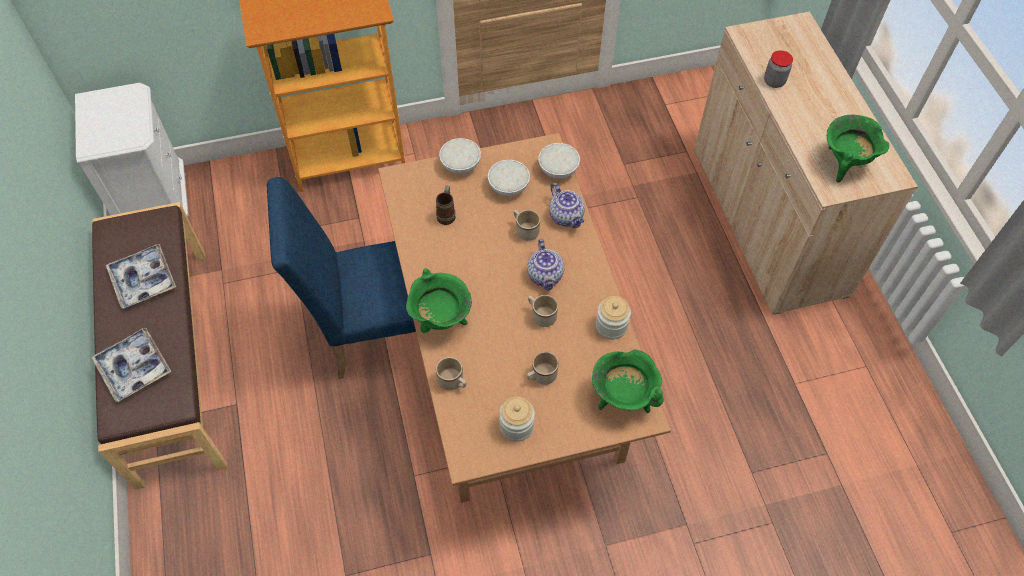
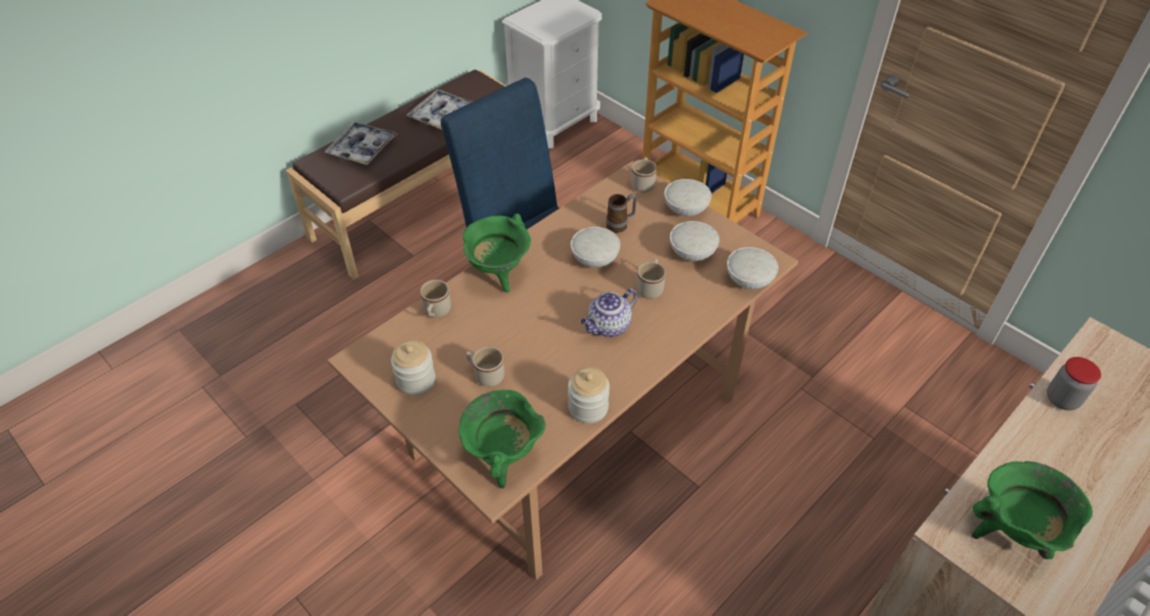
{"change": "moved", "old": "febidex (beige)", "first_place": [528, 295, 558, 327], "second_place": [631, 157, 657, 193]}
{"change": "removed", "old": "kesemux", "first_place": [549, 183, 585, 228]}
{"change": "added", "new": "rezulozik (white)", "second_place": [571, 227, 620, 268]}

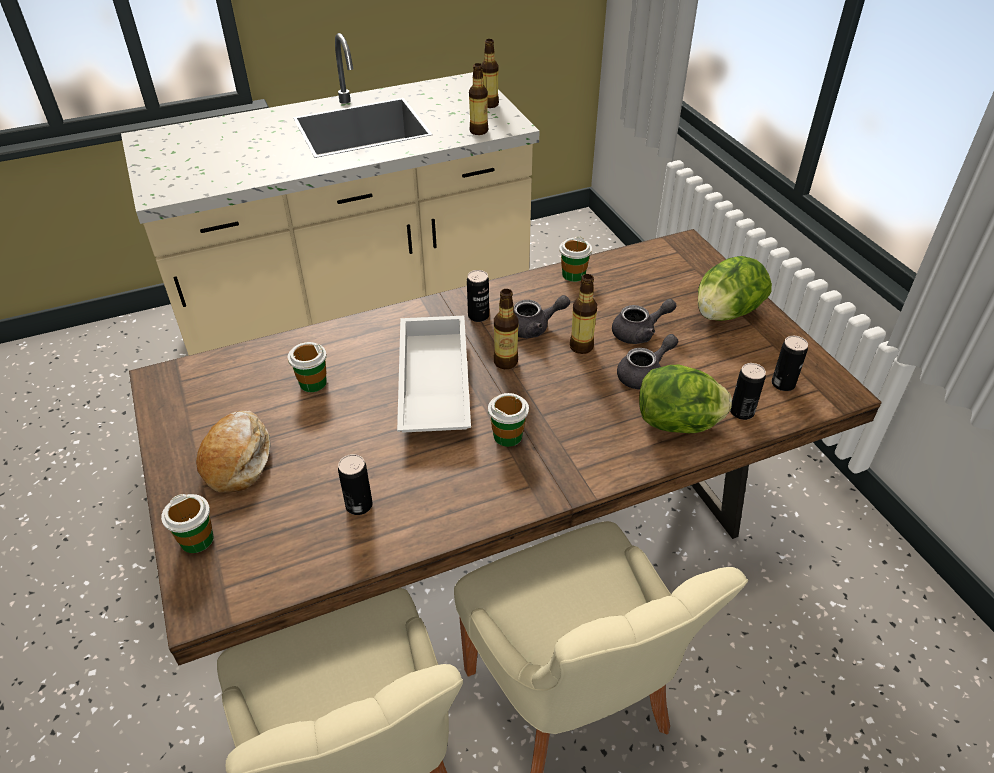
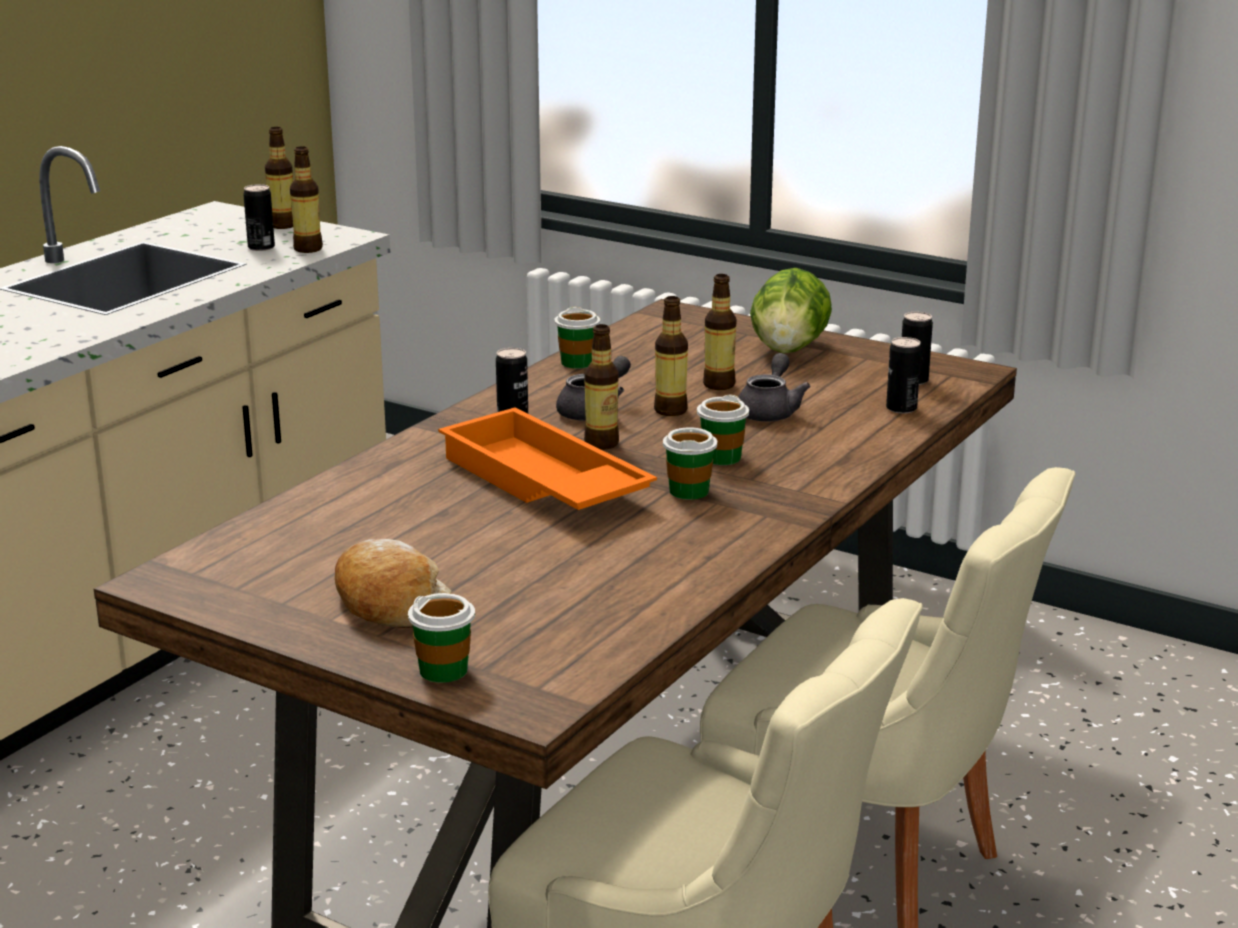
{"change": "moved", "old": "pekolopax", "first_place": [288, 342, 327, 392], "second_place": [697, 395, 749, 465]}
{"change": "moved", "old": "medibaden", "first_place": [338, 454, 373, 515], "second_place": [243, 184, 275, 251]}
{"change": "recoloured", "old": "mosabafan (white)", "new": "mosabafan (orange)", "first_place": [397, 316, 471, 433], "second_place": [438, 408, 657, 510]}
{"change": "replaced", "old": "kesemux (grey)", "new": "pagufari", "first_place": [612, 299, 676, 344], "second_place": [703, 274, 736, 390]}
{"change": "removed", "old": "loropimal", "first_place": [639, 364, 732, 433]}

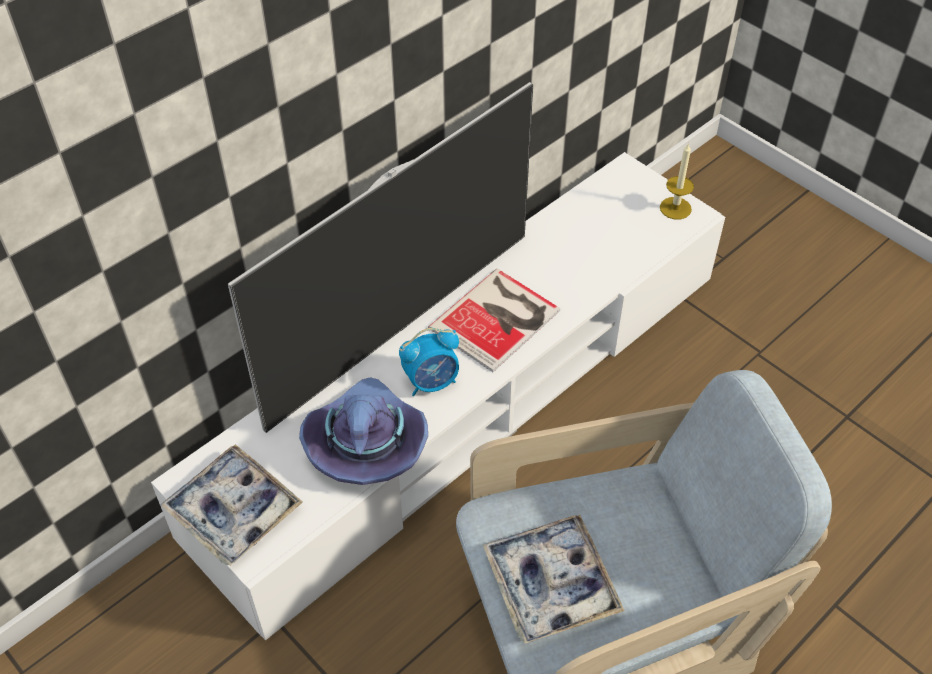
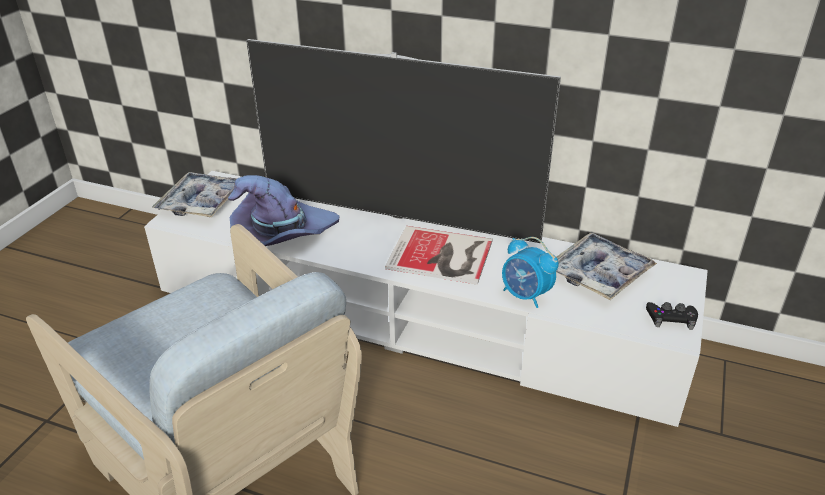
{"change": "moved", "old": "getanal", "first_place": [399, 328, 459, 396], "second_place": [502, 237, 559, 308]}
{"change": "moved", "old": "mosabafan", "first_place": [483, 515, 625, 644], "second_place": [556, 232, 657, 300]}
{"change": "replaced", "old": "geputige", "new": "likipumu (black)", "first_place": [660, 143, 694, 219], "second_place": [646, 302, 698, 330]}

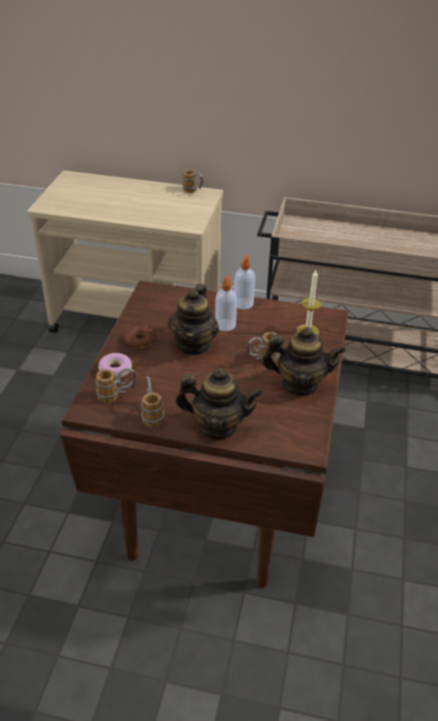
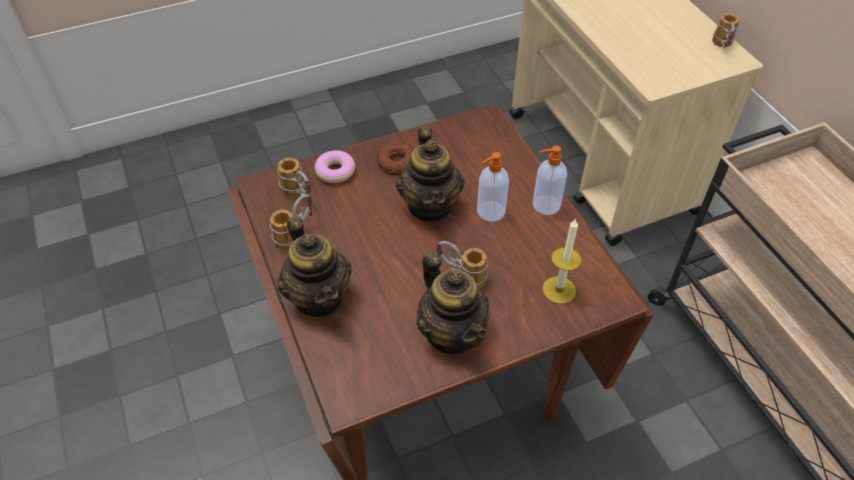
{"change": "turned", "old": "kesemux", "first_place": [168, 284, 219, 356], "second_place": [396, 126, 465, 222], "degrees": -75}

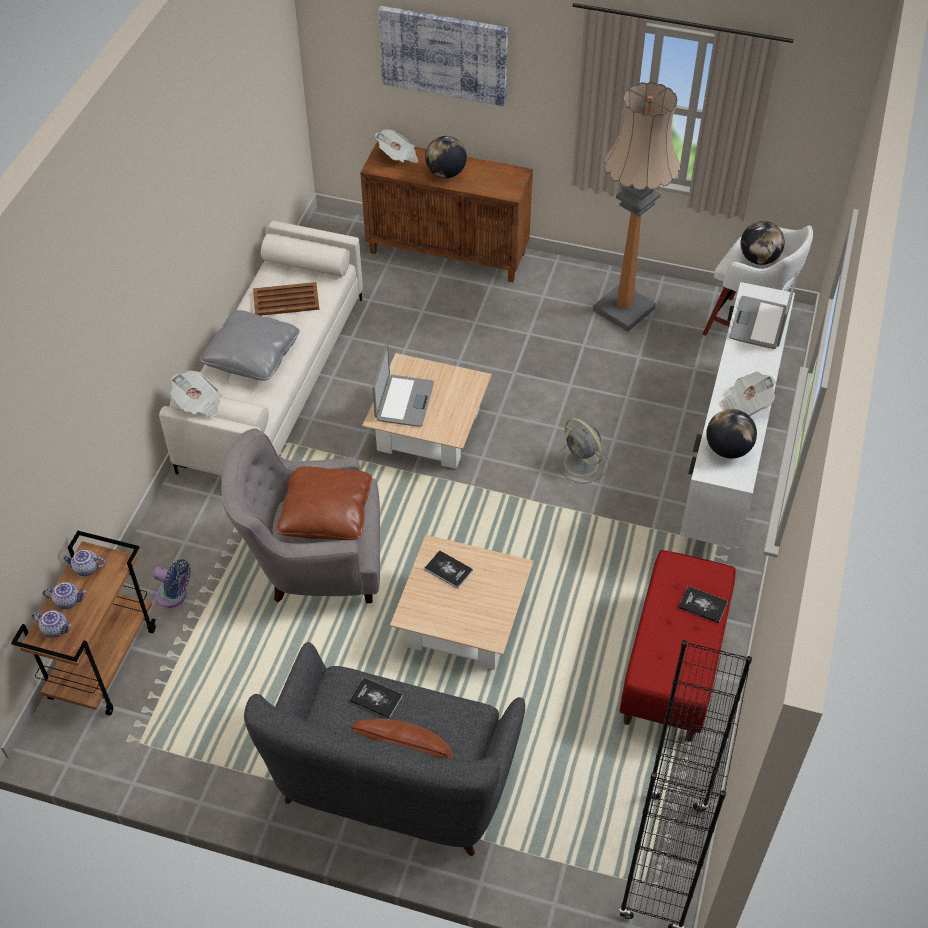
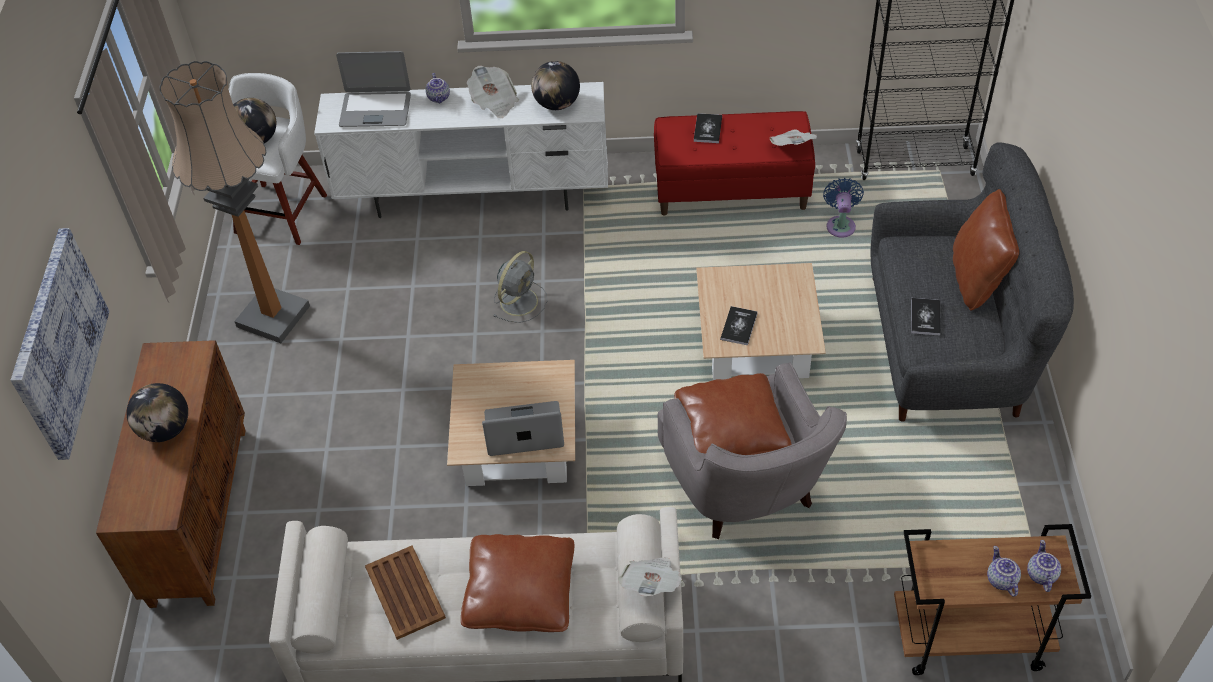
{"change": "moved", "old": "kesemux", "first_place": [61, 550, 106, 576], "second_place": [425, 73, 450, 103]}
{"change": "moved", "old": "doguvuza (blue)", "first_place": [153, 559, 191, 608], "second_place": [823, 178, 864, 237]}
{"change": "recoloured", "old": "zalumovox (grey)", "new": "zalumovox (brown)", "first_place": [200, 310, 300, 381], "second_place": [461, 534, 574, 632]}
{"change": "moved", "old": "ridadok", "first_place": [375, 129, 418, 163], "second_place": [770, 129, 817, 146]}

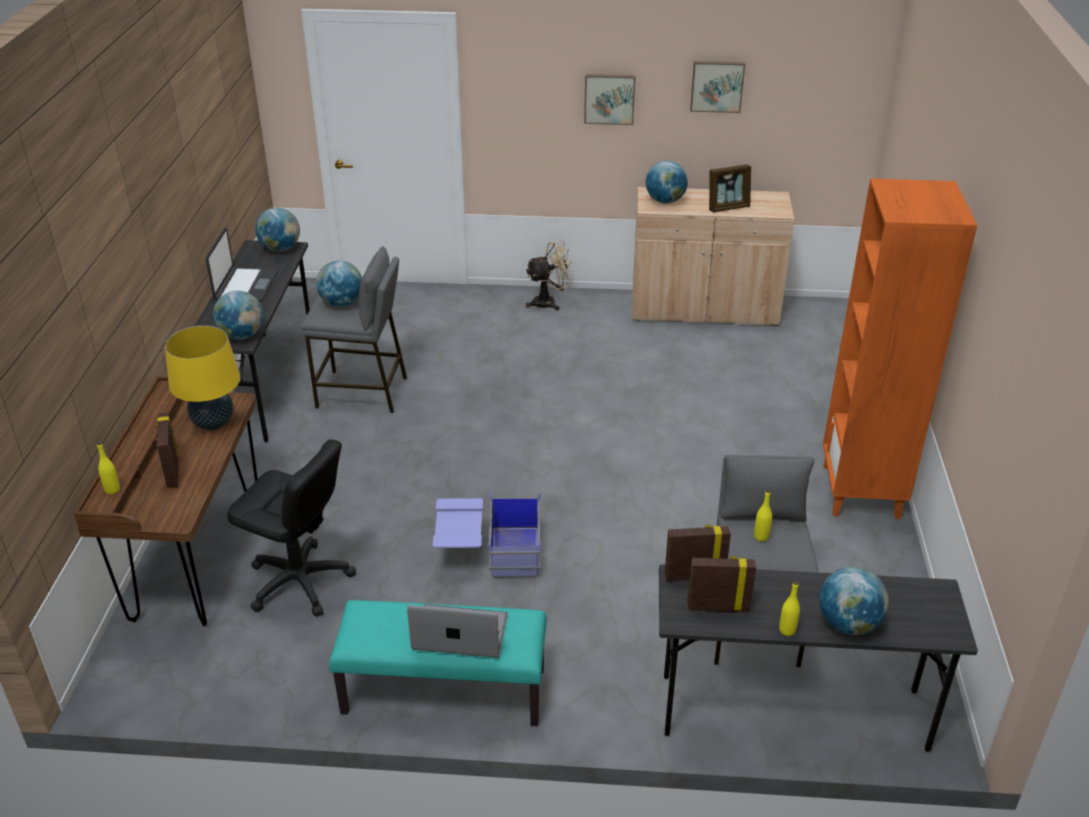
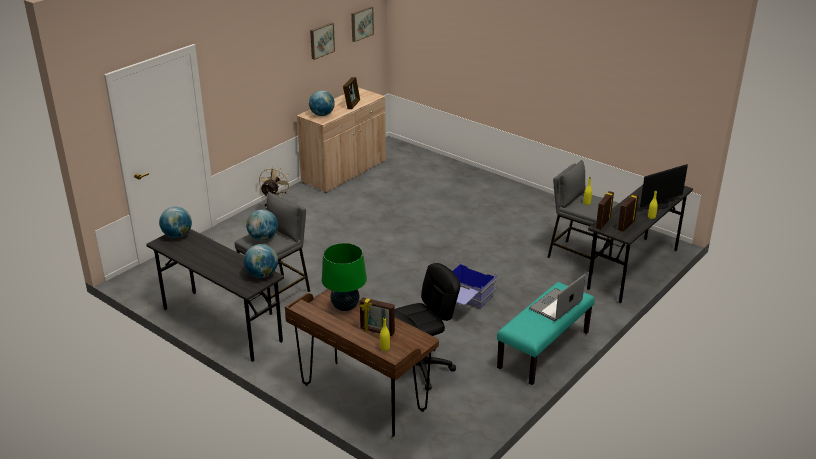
{"change": "recoloured", "old": "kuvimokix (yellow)", "new": "kuvimokix (green)", "first_place": [165, 325, 240, 430], "second_place": [322, 243, 367, 311]}
{"change": "removed", "old": "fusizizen", "first_place": [205, 228, 278, 302]}
{"change": "moved", "old": "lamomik", "first_place": [584, 74, 636, 125], "second_place": [351, 6, 374, 42]}
{"change": "replaced", "old": "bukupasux", "new": "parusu", "first_place": [819, 567, 889, 635], "second_place": [640, 164, 688, 209]}
{"change": "removed", "old": "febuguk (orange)", "first_place": [823, 178, 977, 519]}

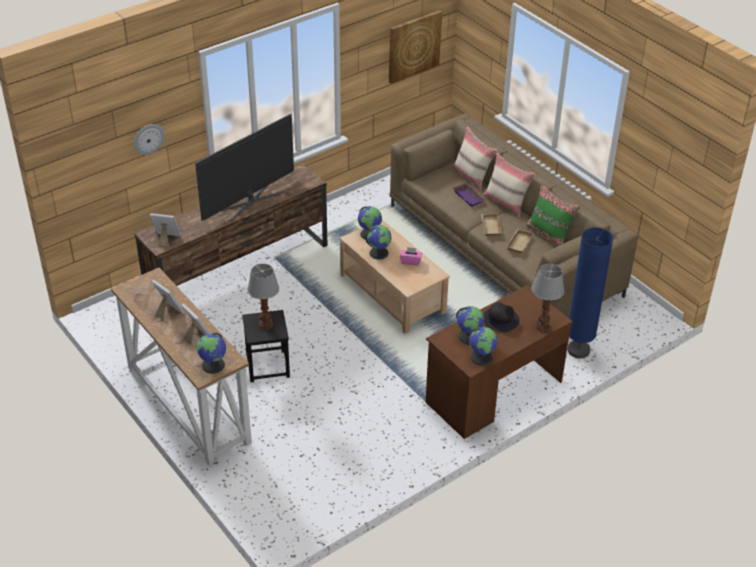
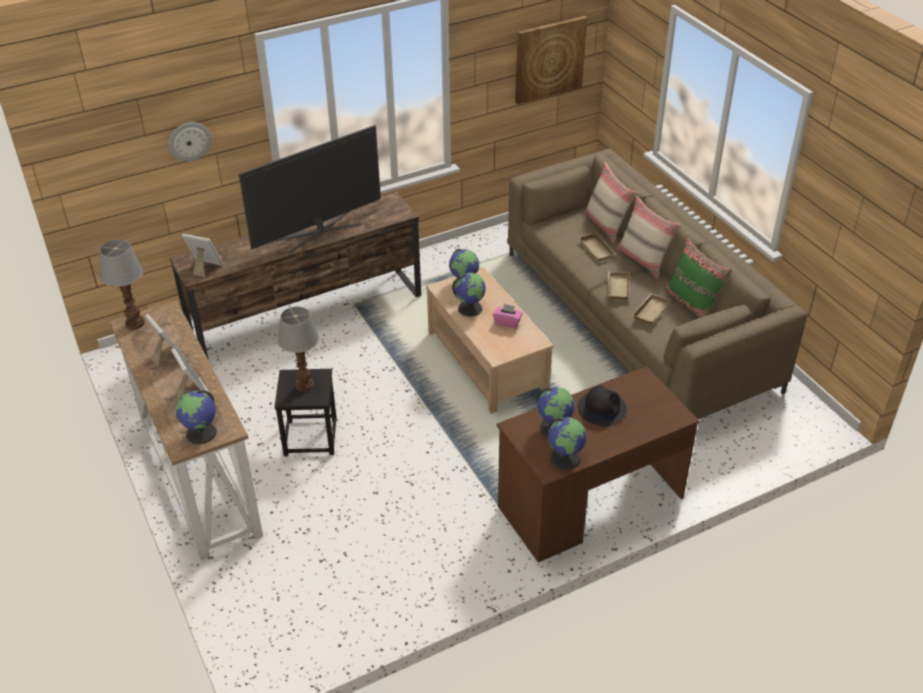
{"change": "recoloured", "old": "mosabafan (purple)", "new": "mosabafan (beige)", "first_place": [453, 183, 485, 207], "second_place": [579, 232, 616, 262]}
{"change": "moved", "old": "kuvimokix", "first_place": [532, 264, 565, 332], "second_place": [99, 239, 145, 330]}
{"change": "removed", "old": "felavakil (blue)", "first_place": [568, 227, 613, 358]}

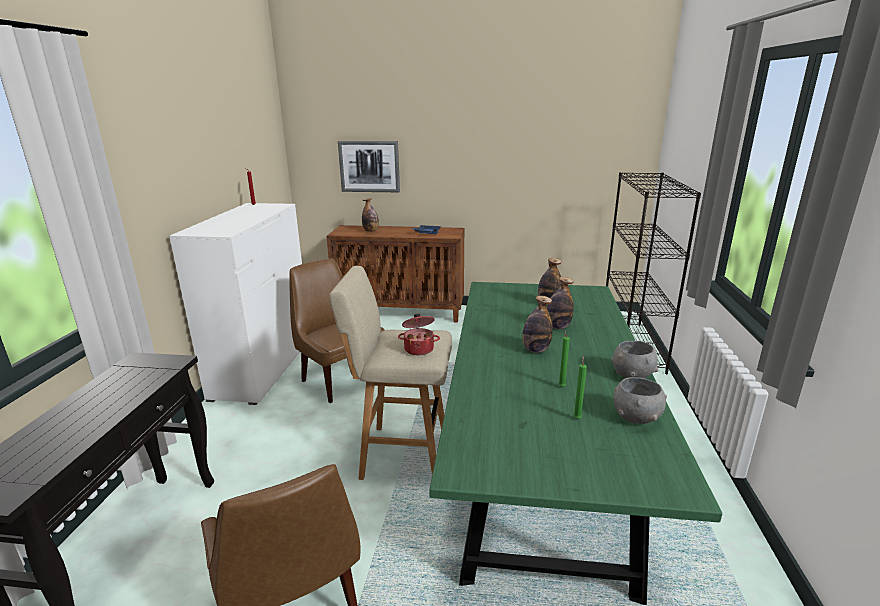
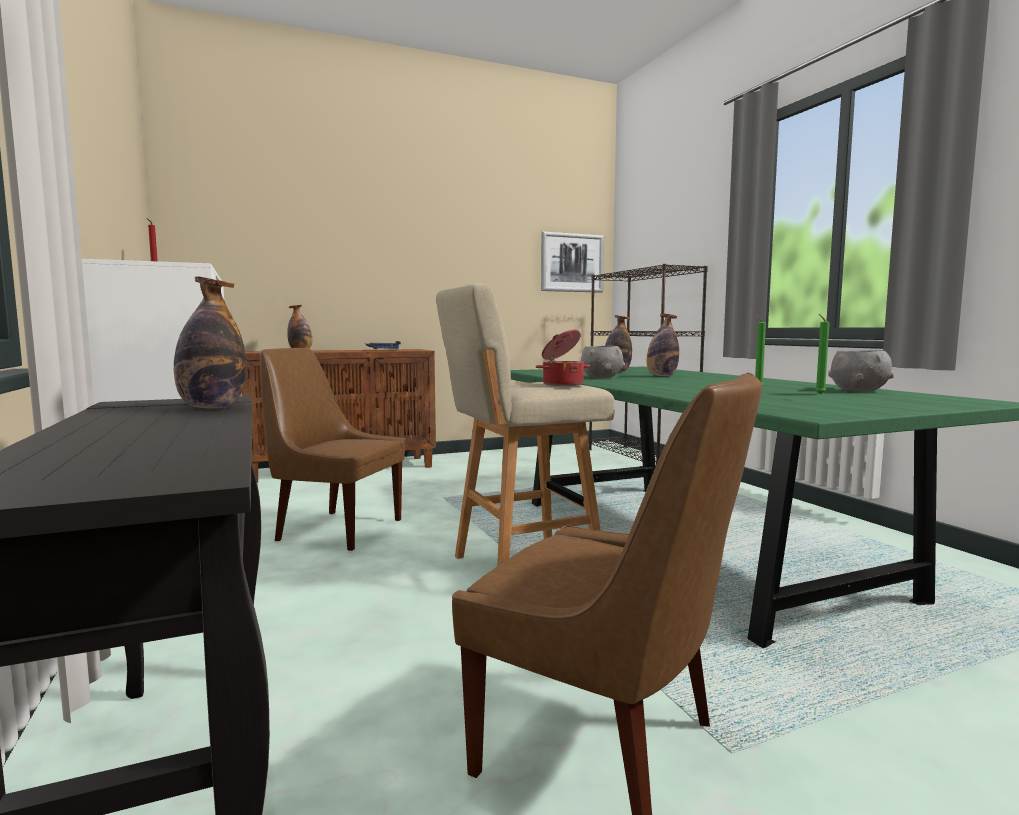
{"change": "moved", "old": "lamomik", "first_place": [338, 141, 400, 192], "second_place": [541, 231, 604, 293]}
{"change": "moved", "old": "pagufari", "first_place": [522, 296, 553, 353], "second_place": [174, 276, 246, 408]}
{"change": "moved", "old": "rezulozik (grey)", "first_place": [611, 341, 658, 378], "second_place": [581, 346, 625, 378]}

